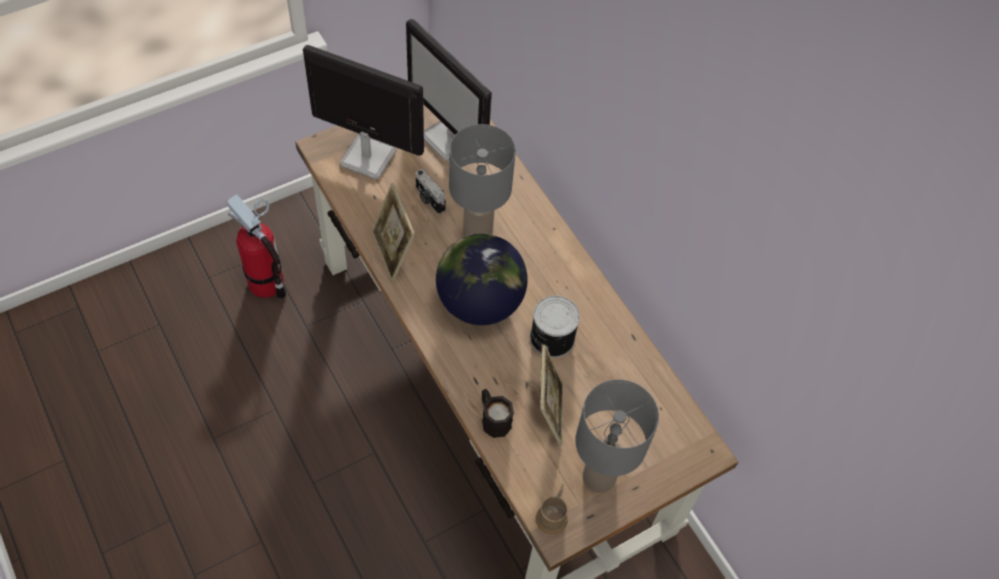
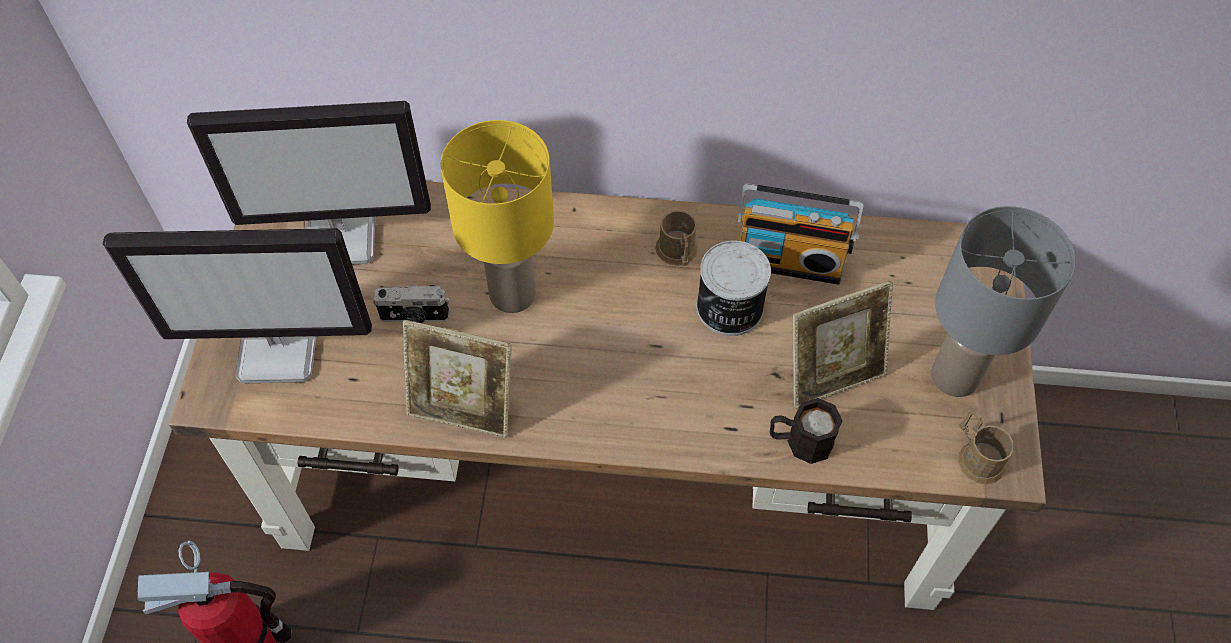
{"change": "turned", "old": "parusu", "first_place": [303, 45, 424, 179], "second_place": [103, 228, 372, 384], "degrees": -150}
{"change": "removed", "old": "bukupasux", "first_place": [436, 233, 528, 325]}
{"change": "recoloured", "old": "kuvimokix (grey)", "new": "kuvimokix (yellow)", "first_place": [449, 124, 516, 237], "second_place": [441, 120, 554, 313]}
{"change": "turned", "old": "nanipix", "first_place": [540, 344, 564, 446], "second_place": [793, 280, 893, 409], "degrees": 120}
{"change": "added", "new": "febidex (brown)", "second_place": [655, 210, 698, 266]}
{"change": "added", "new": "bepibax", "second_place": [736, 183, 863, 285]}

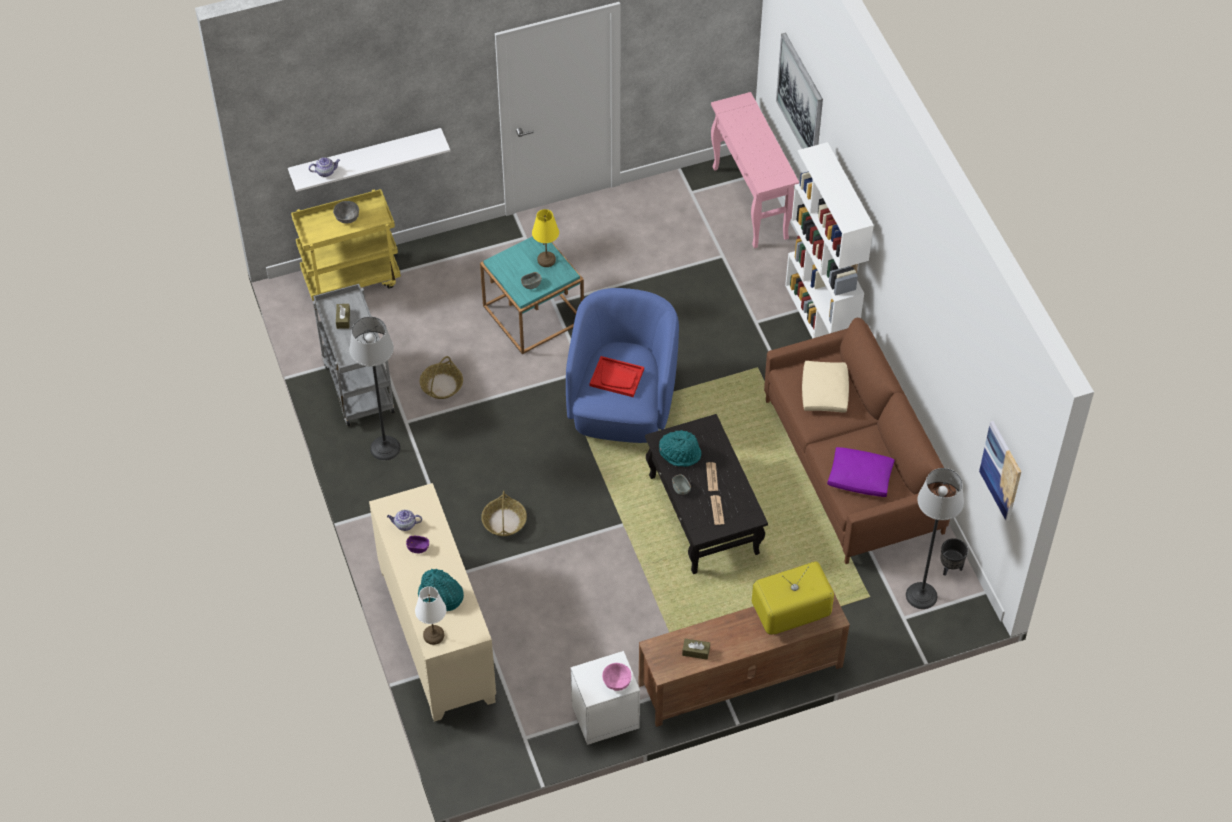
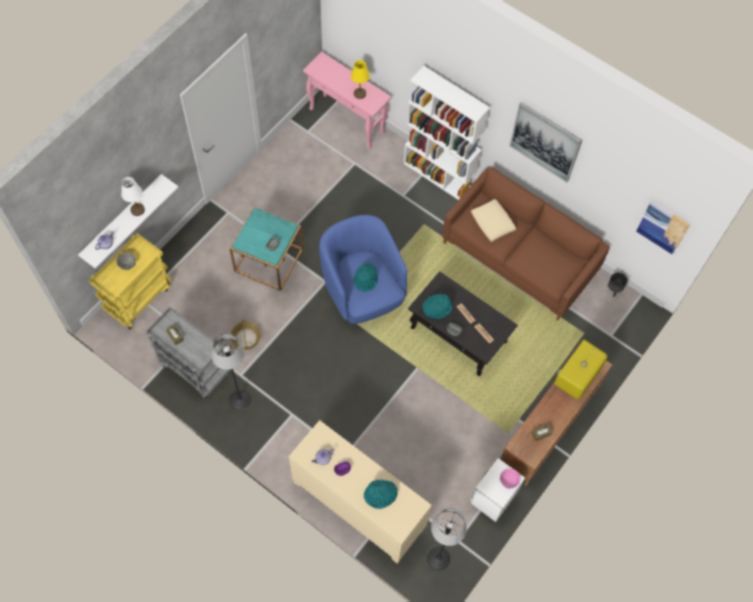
{"change": "moved", "old": "kuvimokix (white)", "first_place": [415, 586, 447, 645], "second_place": [121, 177, 145, 216]}
{"change": "removed", "old": "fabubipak", "first_place": [481, 490, 527, 536]}
{"change": "moved", "old": "kuvimokix (yellow)", "first_place": [532, 209, 559, 267], "second_place": [351, 60, 370, 99]}
{"change": "replaced", "old": "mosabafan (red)", "new": "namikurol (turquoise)", "first_place": [590, 356, 644, 397], "second_place": [354, 263, 378, 292]}
{"change": "moved", "old": "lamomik", "first_place": [776, 33, 823, 149], "second_place": [509, 102, 582, 182]}
{"change": "removed", "old": "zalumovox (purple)", "first_place": [827, 447, 895, 497]}
{"change": "moved", "old": "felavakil", "first_place": [906, 468, 964, 609], "second_place": [427, 508, 467, 570]}

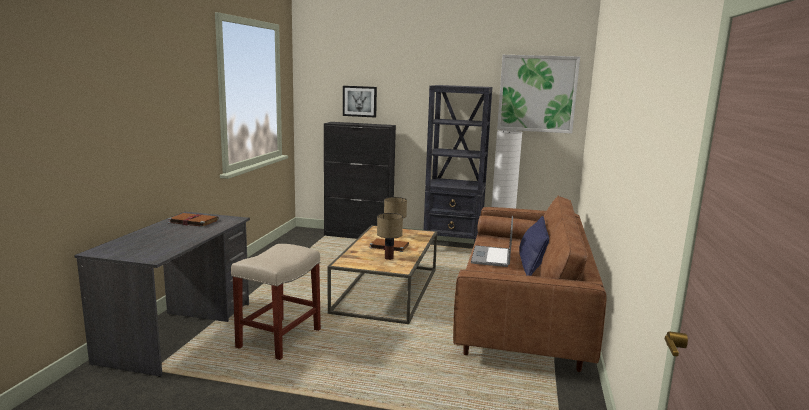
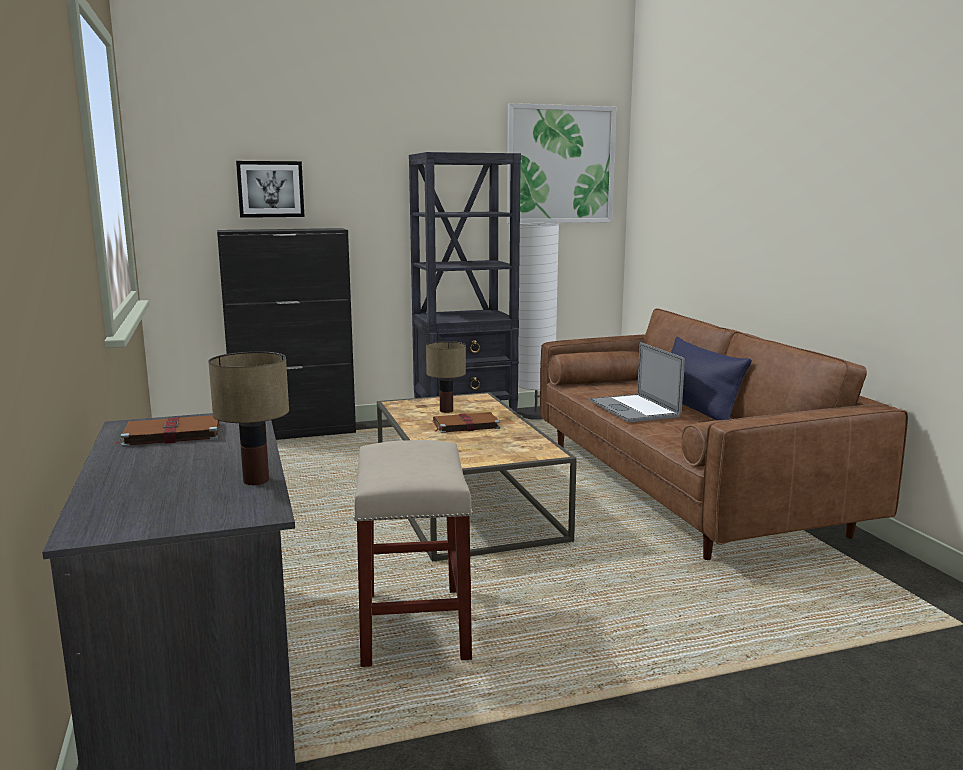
{"change": "moved", "old": "kuvimokix", "first_place": [377, 213, 403, 260], "second_place": [208, 351, 289, 485]}

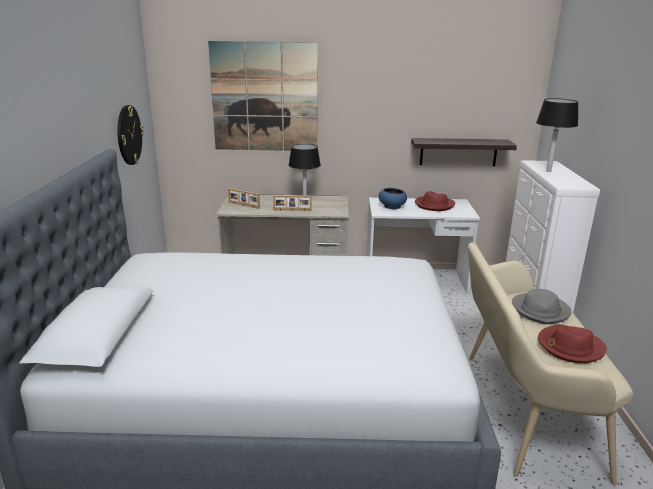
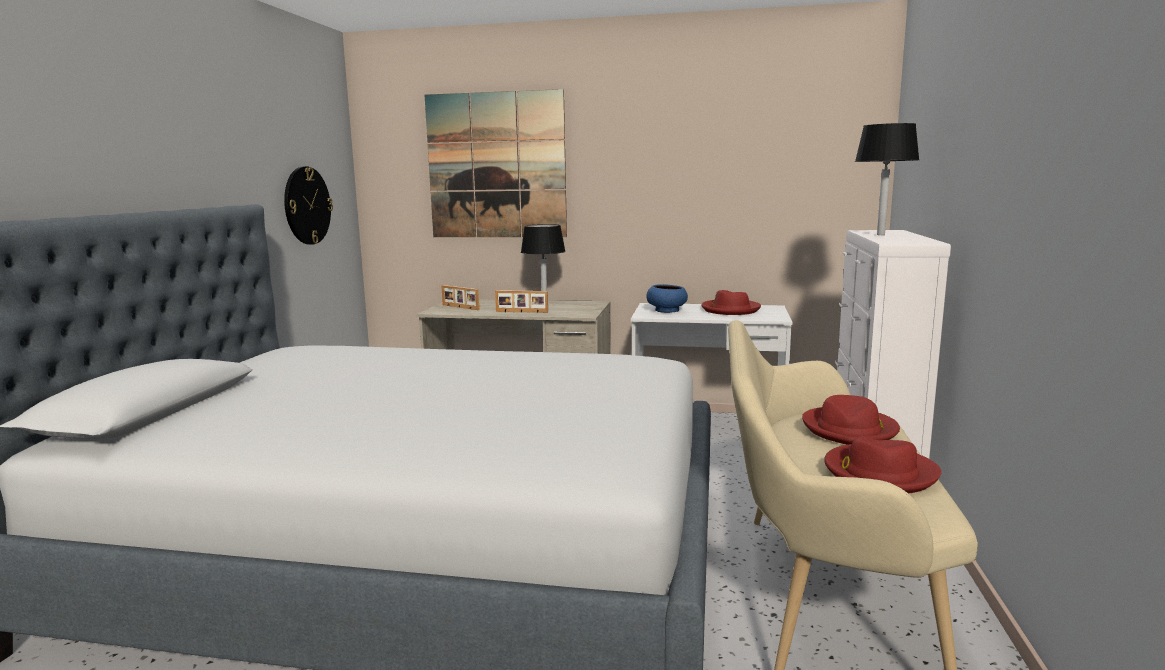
{"change": "removed", "old": "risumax", "first_place": [411, 138, 517, 166]}
{"change": "recoloured", "old": "namikurol (grey)", "new": "namikurol (red)", "first_place": [512, 289, 571, 324], "second_place": [802, 395, 900, 445]}

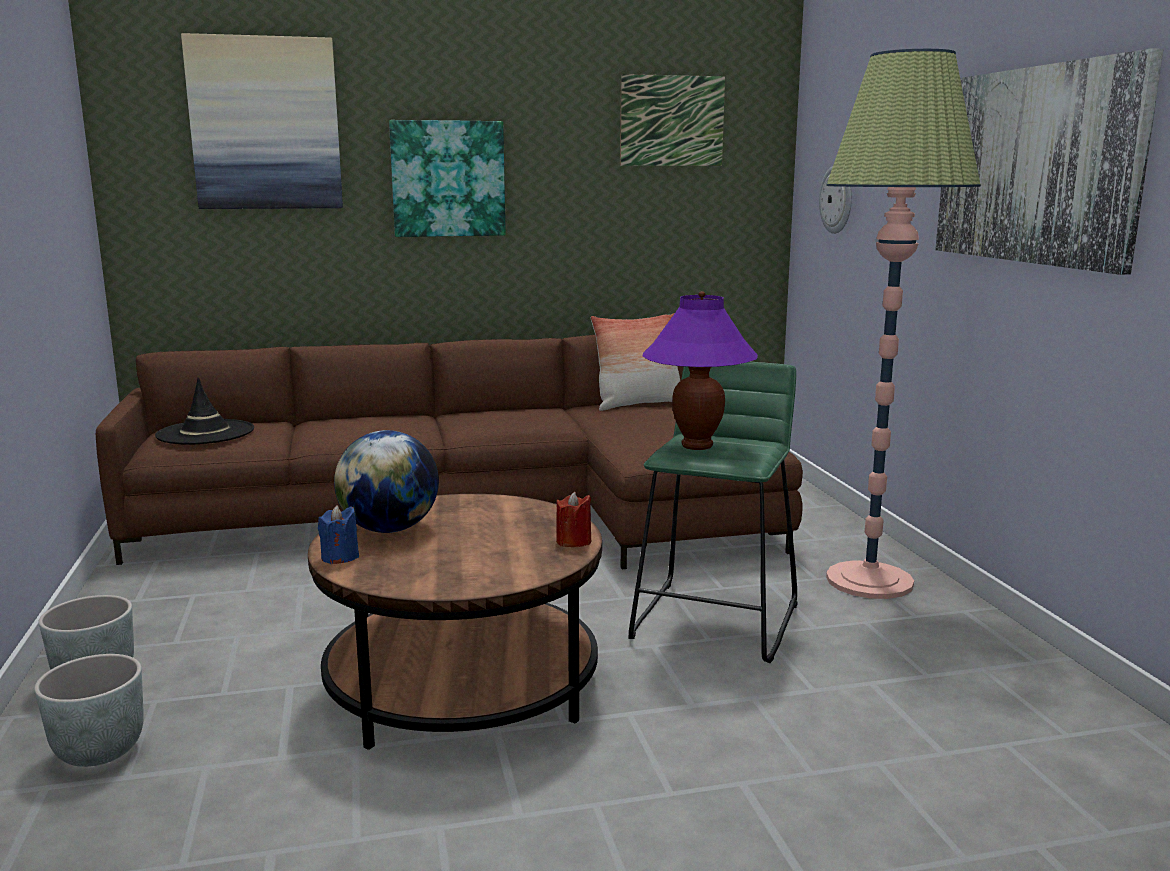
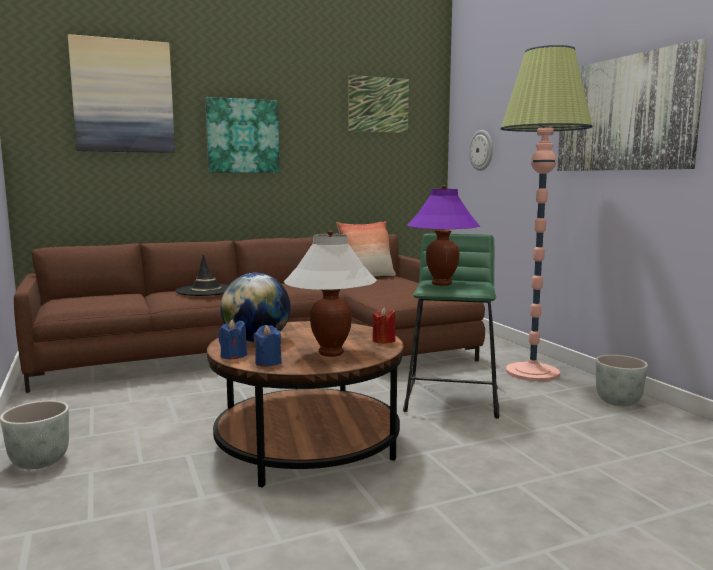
{"change": "moved", "old": "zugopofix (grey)", "first_place": [34, 654, 144, 767], "second_place": [596, 355, 648, 406]}
{"change": "moved", "old": "namikurol (black)", "first_place": [155, 377, 254, 445], "second_place": [175, 255, 228, 296]}
{"change": "added", "new": "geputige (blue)", "second_place": [254, 325, 282, 367]}
{"change": "added", "new": "kuvimokix (white)", "second_place": [284, 230, 377, 357]}

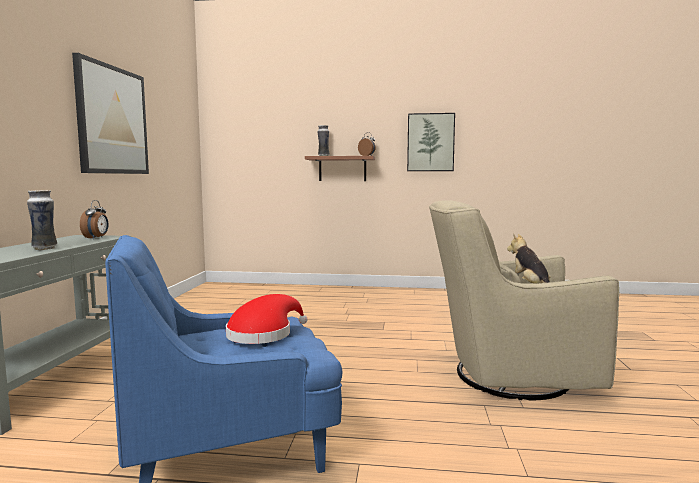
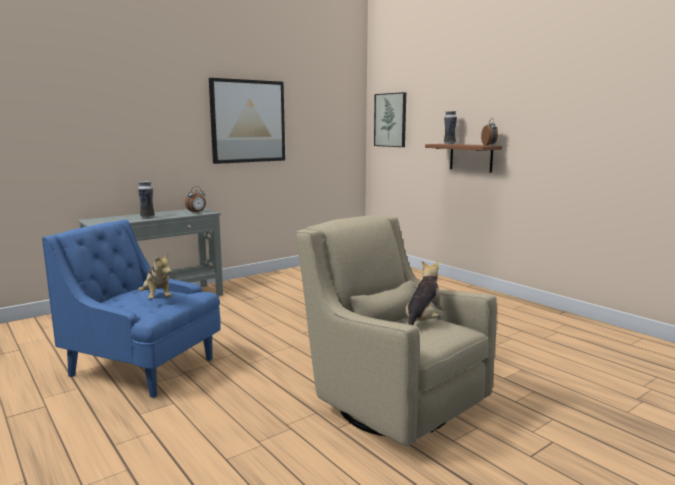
{"change": "replaced", "old": "namikurol (red)", "new": "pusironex", "first_place": [226, 294, 308, 344], "second_place": [138, 253, 172, 299]}
{"change": "moved", "old": "lamomik", "first_place": [407, 113, 455, 171], "second_place": [374, 92, 406, 147]}

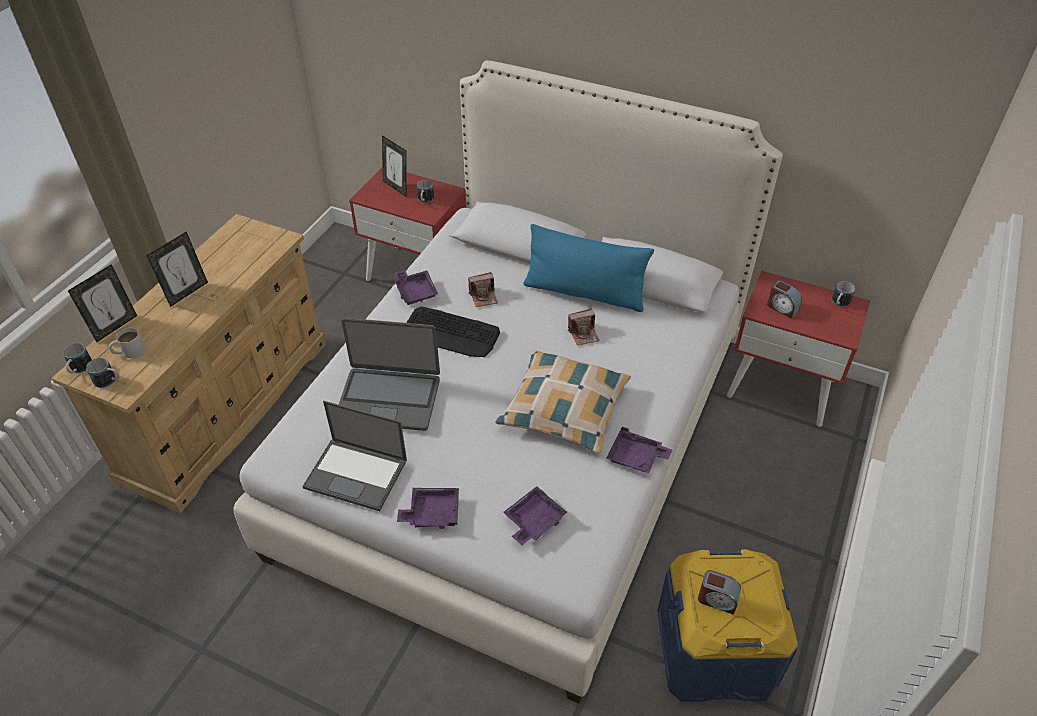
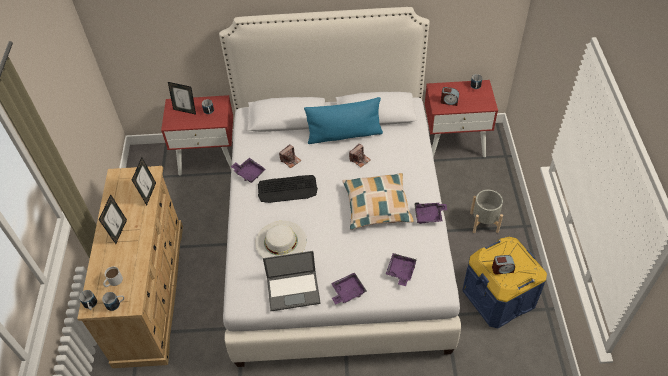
{"change": "moved", "old": "nanipix", "first_place": [68, 264, 137, 342], "second_place": [132, 157, 156, 205]}
{"change": "replaced", "old": "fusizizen", "new": "namikurol (white)", "first_place": [338, 318, 440, 431], "second_place": [255, 221, 307, 258]}
{"change": "added", "new": "zugopofix (grey)", "second_place": [470, 190, 503, 233]}

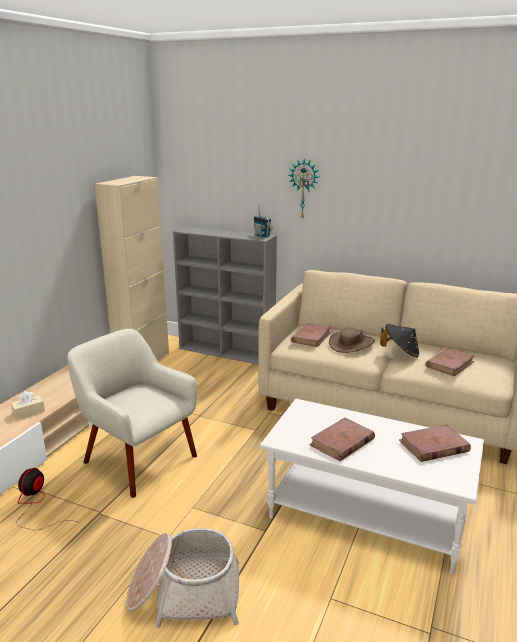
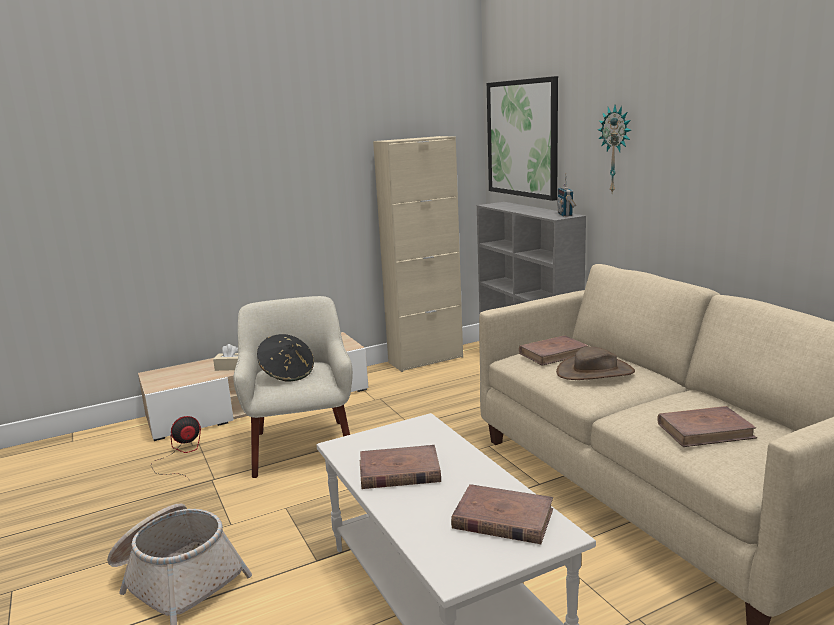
{"change": "moved", "old": "namikurol (black)", "first_place": [380, 324, 419, 357], "second_place": [257, 334, 314, 381]}
{"change": "added", "new": "lamomik", "second_place": [487, 76, 558, 201]}

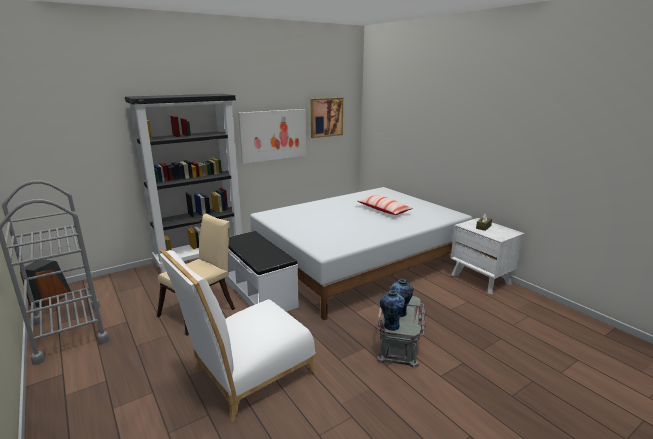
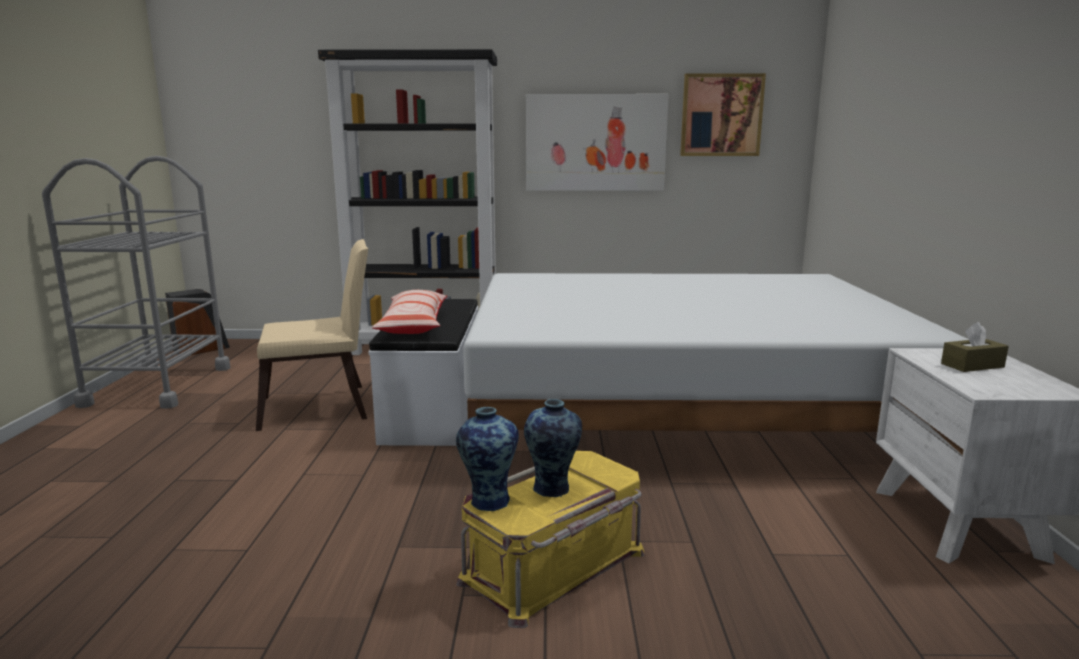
{"change": "removed", "old": "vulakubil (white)", "first_place": [160, 249, 318, 422]}
{"change": "moved", "old": "zalumovox", "first_place": [357, 195, 413, 215], "second_place": [372, 290, 447, 334]}
{"change": "recoloured", "old": "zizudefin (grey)", "new": "zizudefin (yellow)", "first_place": [376, 296, 426, 369], "second_place": [456, 451, 645, 628]}

